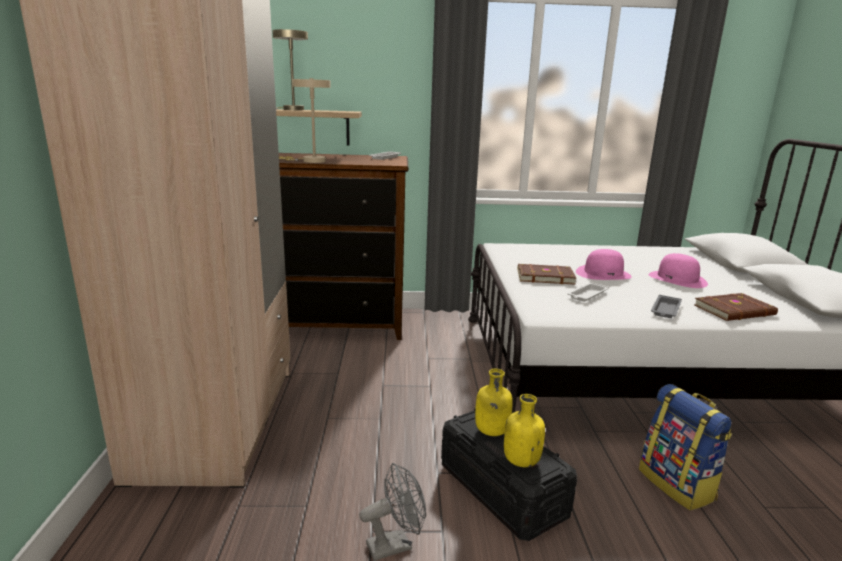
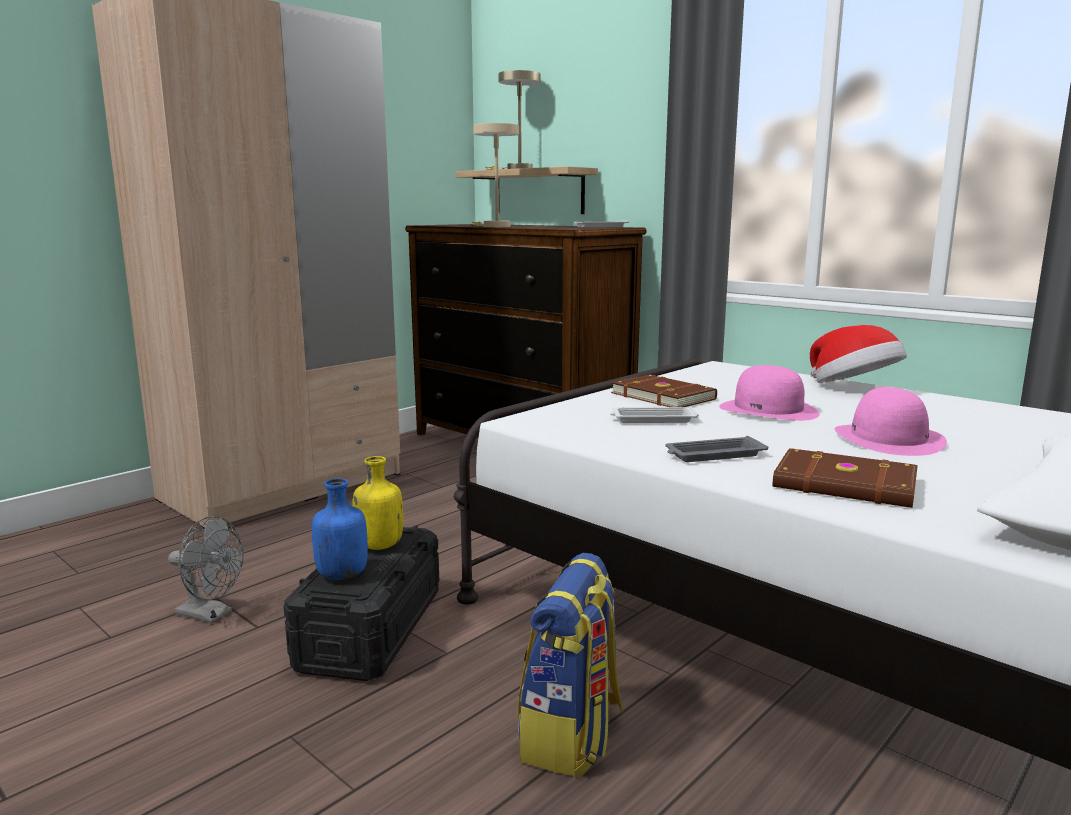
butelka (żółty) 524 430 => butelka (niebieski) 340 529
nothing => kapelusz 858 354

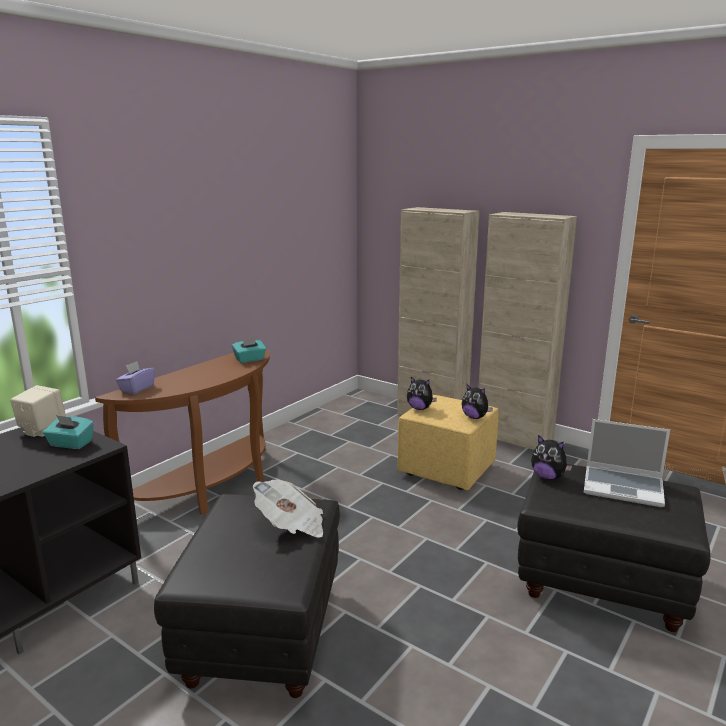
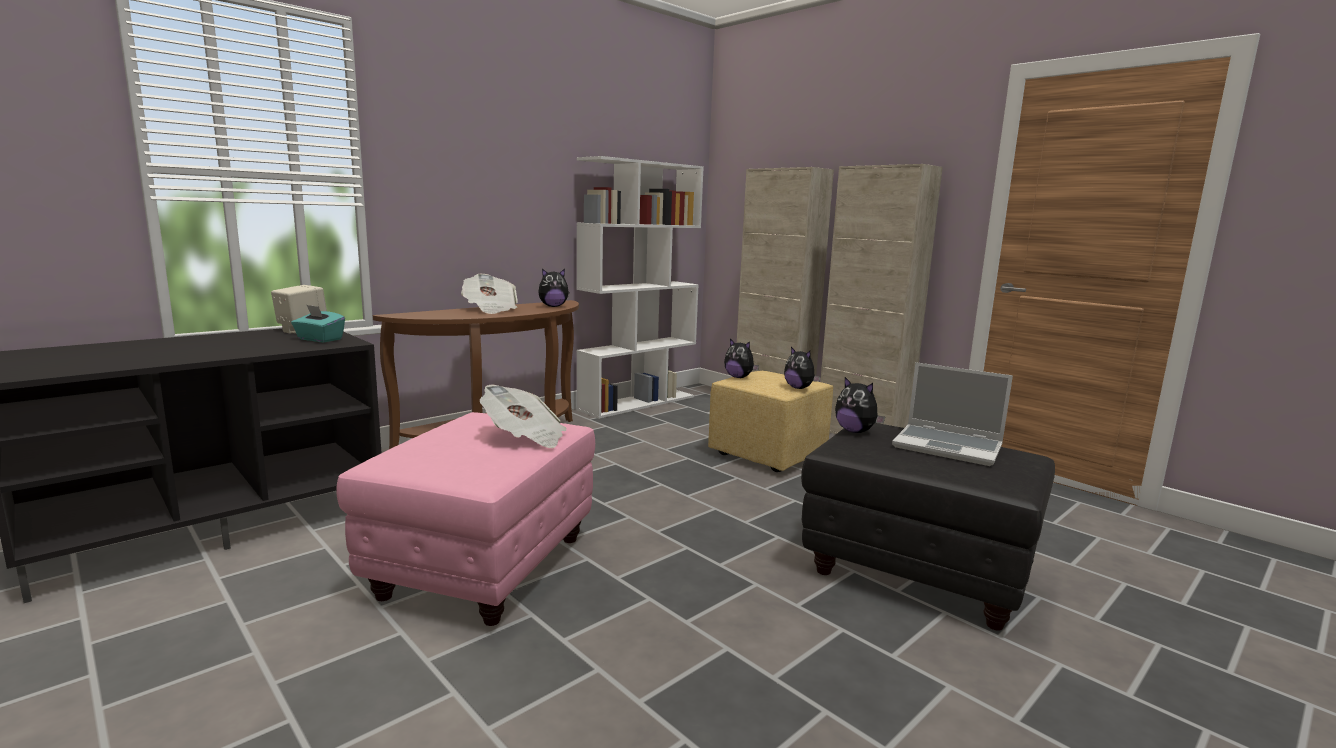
pudełko chusteczek (turkusowy) 249 350 => pluszak 553 288
pudełko chusteczek (fioletowy) 135 377 => nothing
pufa (czarny) 247 596 => pufa (różowy) 465 519
nothing => regał (biały) 640 287
nothing => gazeta 489 294

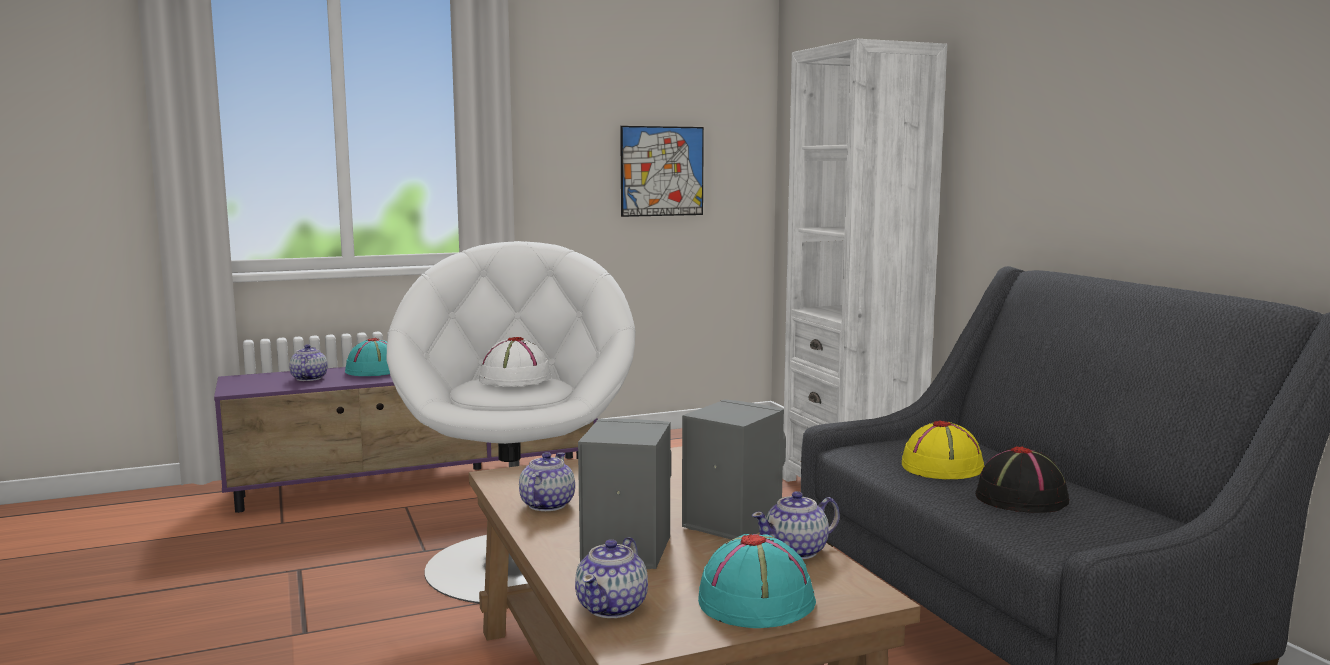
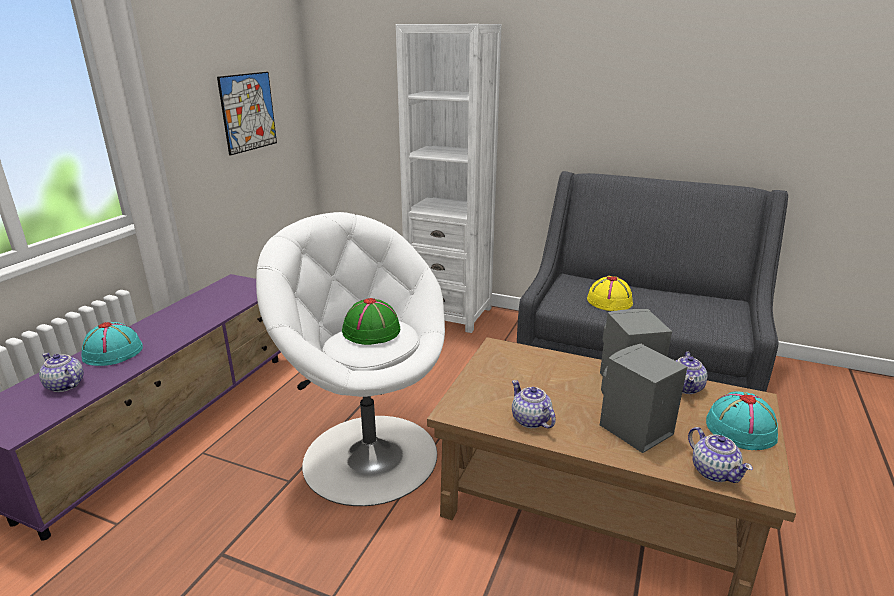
kapelusz (biały) 515 362 => kapelusz (zielony) 371 321
kapelusz (czarny) 1022 479 => nothing

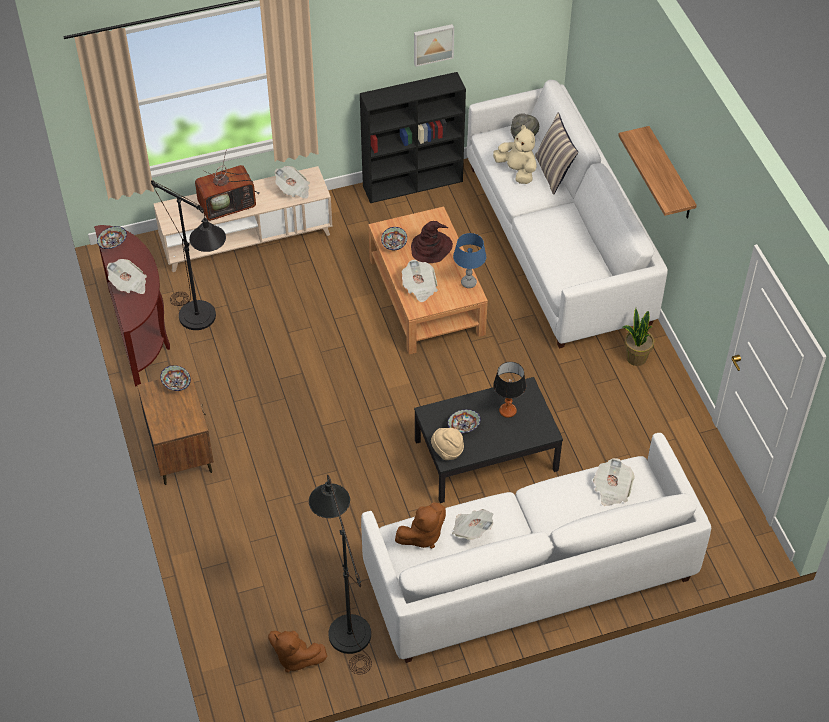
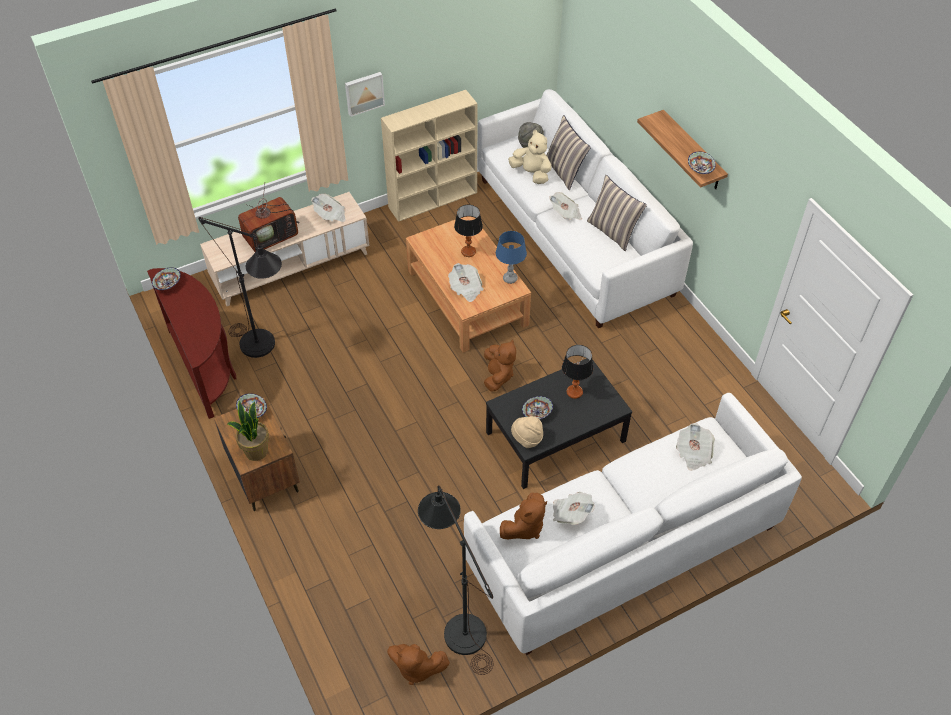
obraz 434 45 => obraz 365 94, move
regał (czarny) 413 137 => regał (beżowy) 429 156
kapelusz (brązowy) 432 242 => lampa stołowa 468 231
miska 394 238 => miska 702 162, move
gazeta 127 276 => gazeta 565 206, move
roślina doniczkowa 638 337 => roślina doniczkowa 248 430, move
nothing => poduszka 617 213
nothing => pluszak (brązowy) 500 365

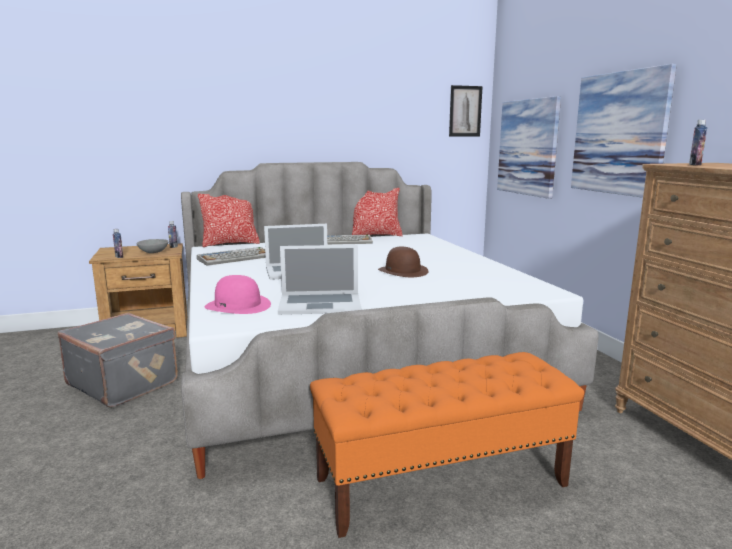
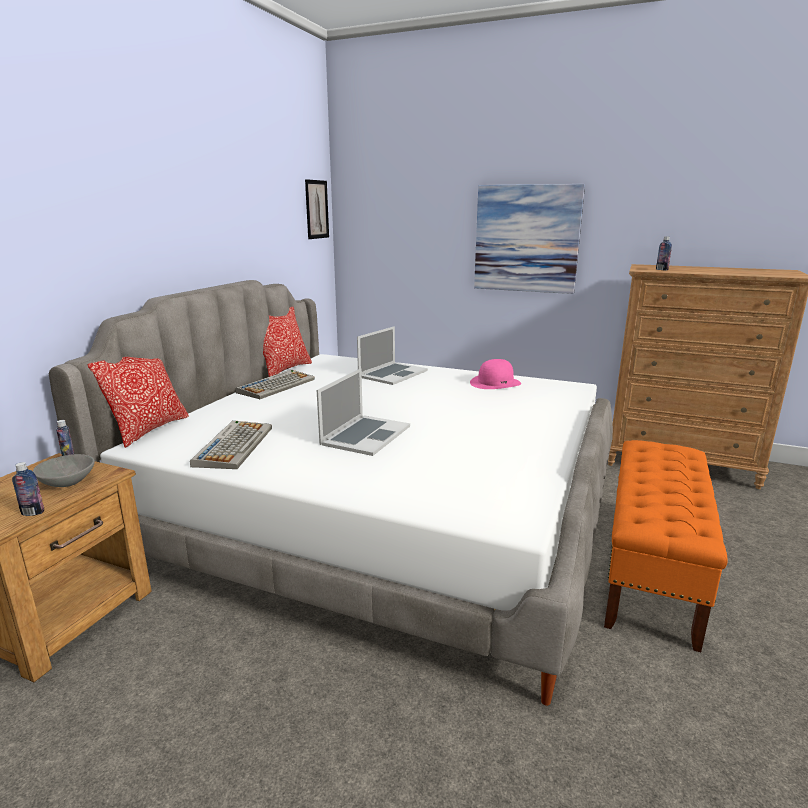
obraz 529 147 => nothing
laptop 319 280 => laptop 392 355, move
kapelusz (brązowy) 403 262 => nothing
kapelusz (różowy) 238 294 => kapelusz (różowy) 495 374, move
walizka (szary) 118 360 => nothing

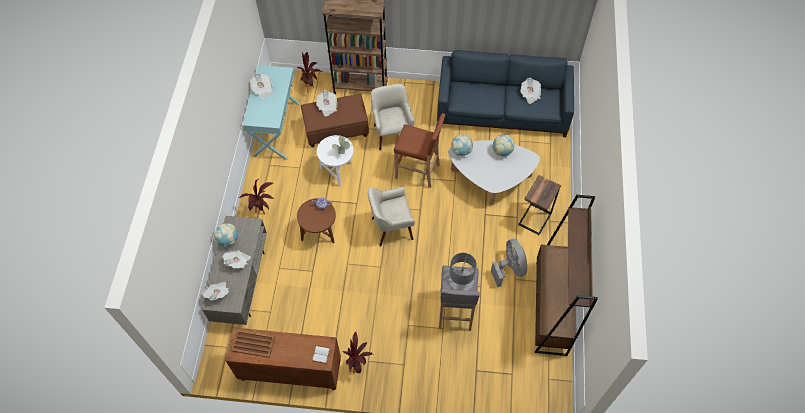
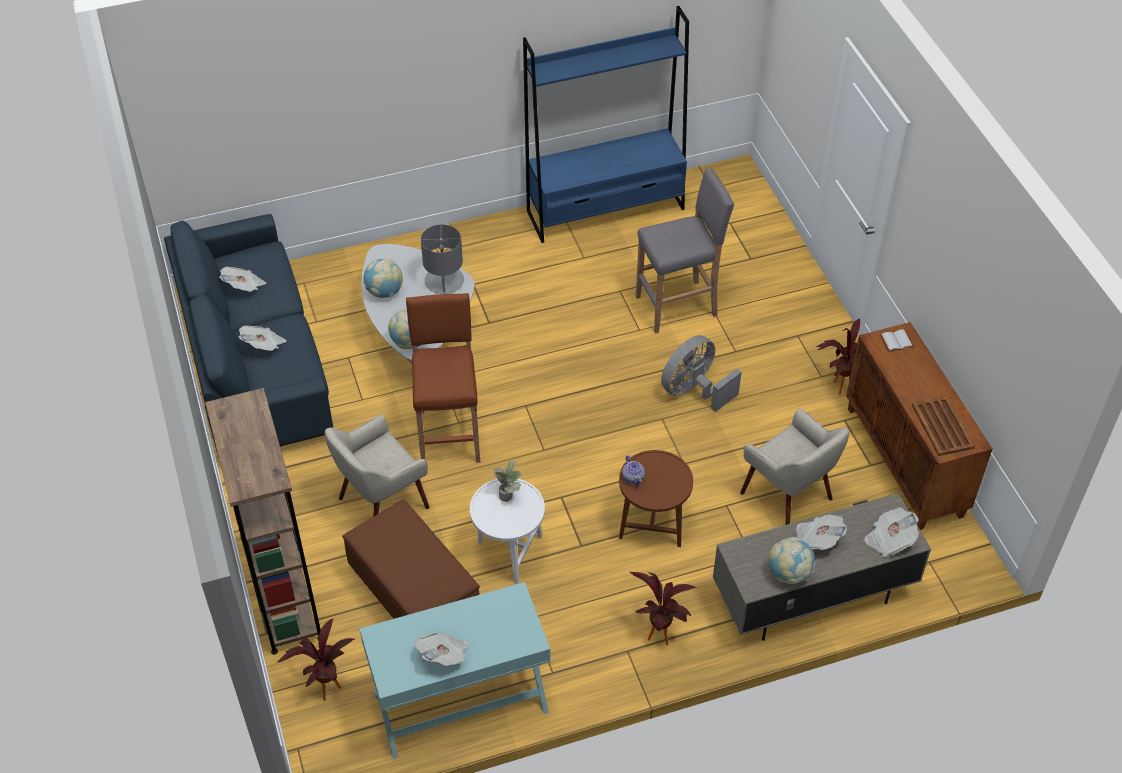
gazeta 326 103 => gazeta 262 338, move
stolik 539 205 => nothing
fotel (beżowy) 391 216 => fotel (beżowy) 794 466, move
regał (brązowy) 566 275 => regał (niebieski) 606 124
wentylator (szary) 509 263 => wentylator (szary) 701 373, move
lampa stołowa (szary) 462 272 => lampa stołowa (szary) 442 259, move

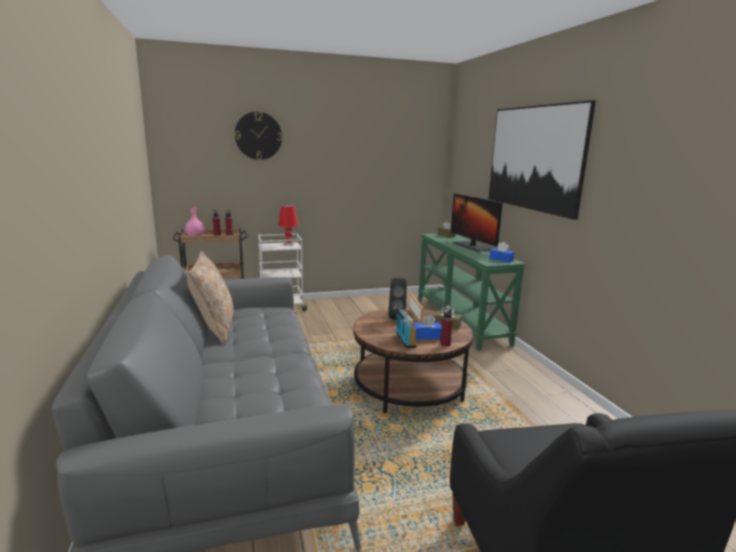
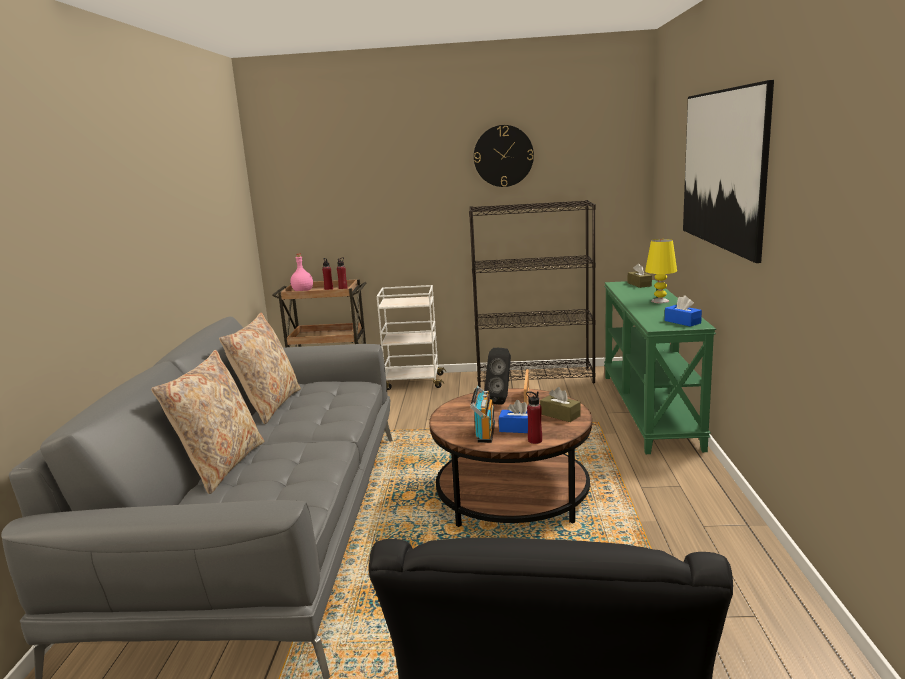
zegar ścienny 258 136 => zegar ścienny 504 156, move
monitor 477 223 => lampa stołowa (żółty) 661 271
lampa stołowa (czerwony) 288 225 => nothing
nothing => regał (czarny) 532 294
nothing => poduszka (beżowy) 208 422

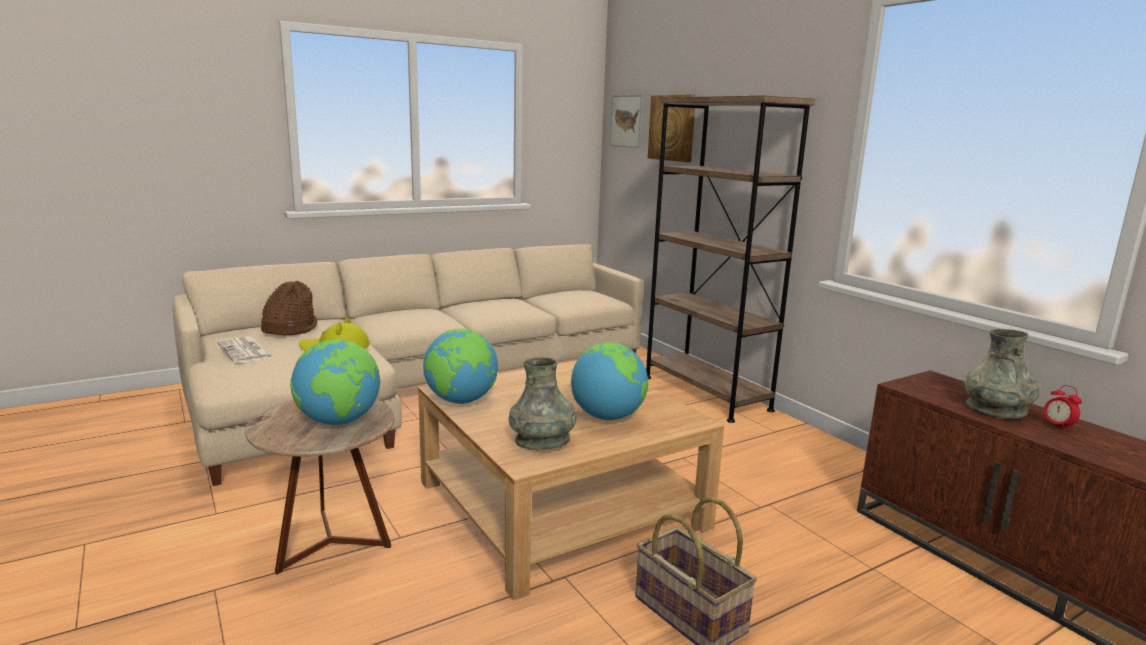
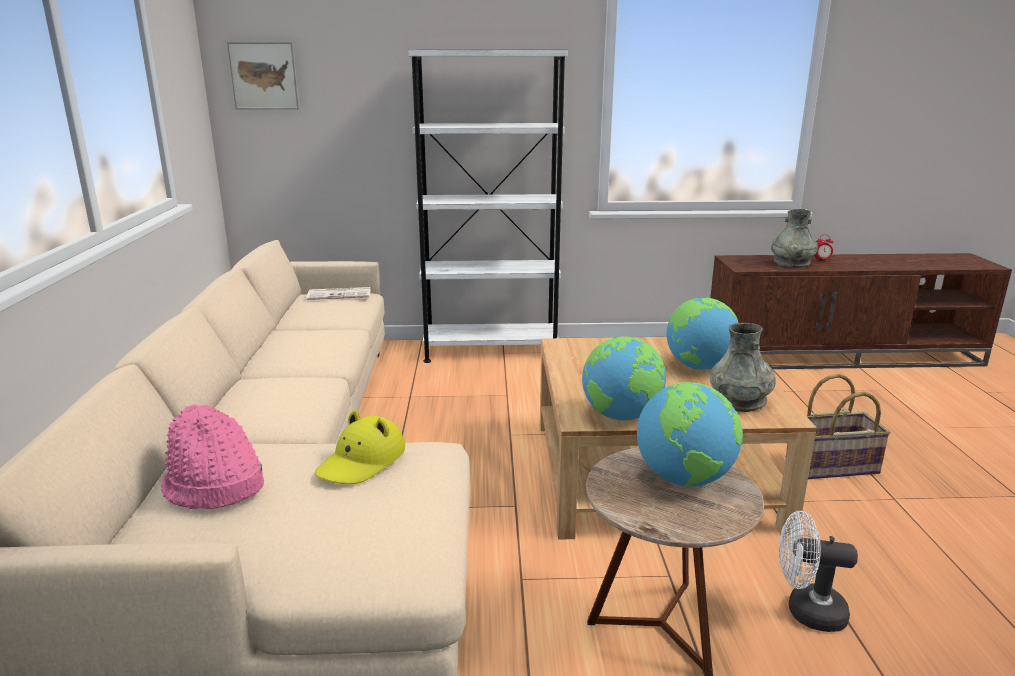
obraz 672 128 => nothing
regał (brązowy) 730 259 => regał (biały) 488 206
kapelusz (brązowy) 289 308 => kapelusz (różowy) 212 456
gazeta 246 349 => gazeta 338 293, move
nothing => wentylator (biały) 818 571

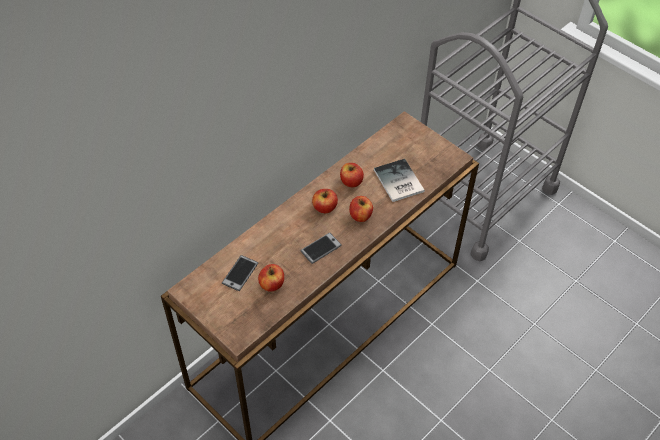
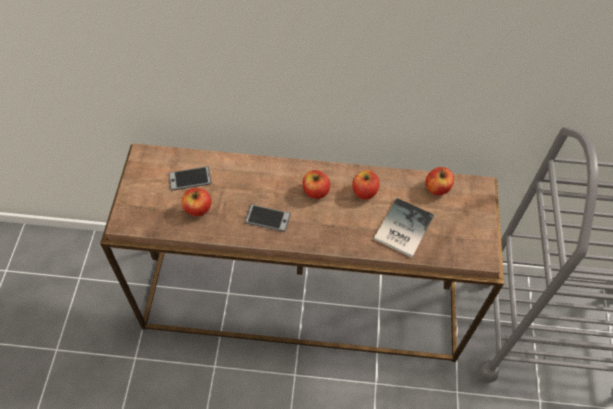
jabłko 361 209 => jabłko 440 181, move

